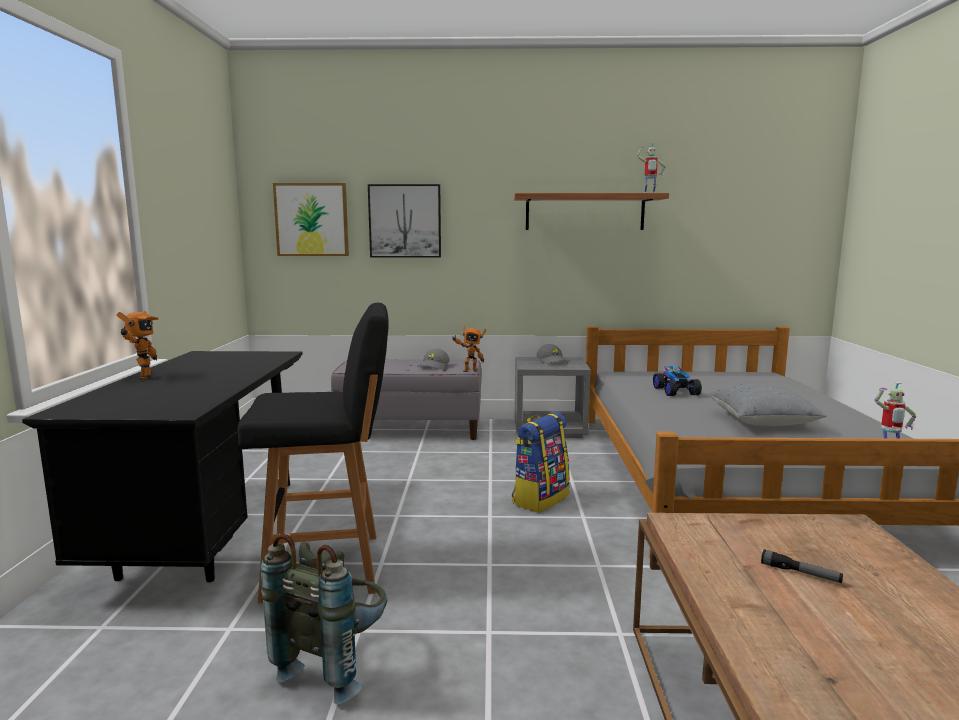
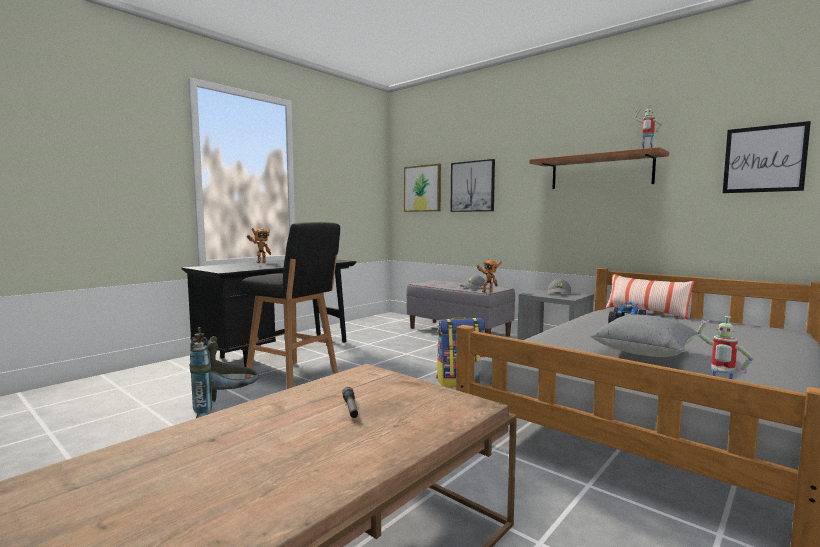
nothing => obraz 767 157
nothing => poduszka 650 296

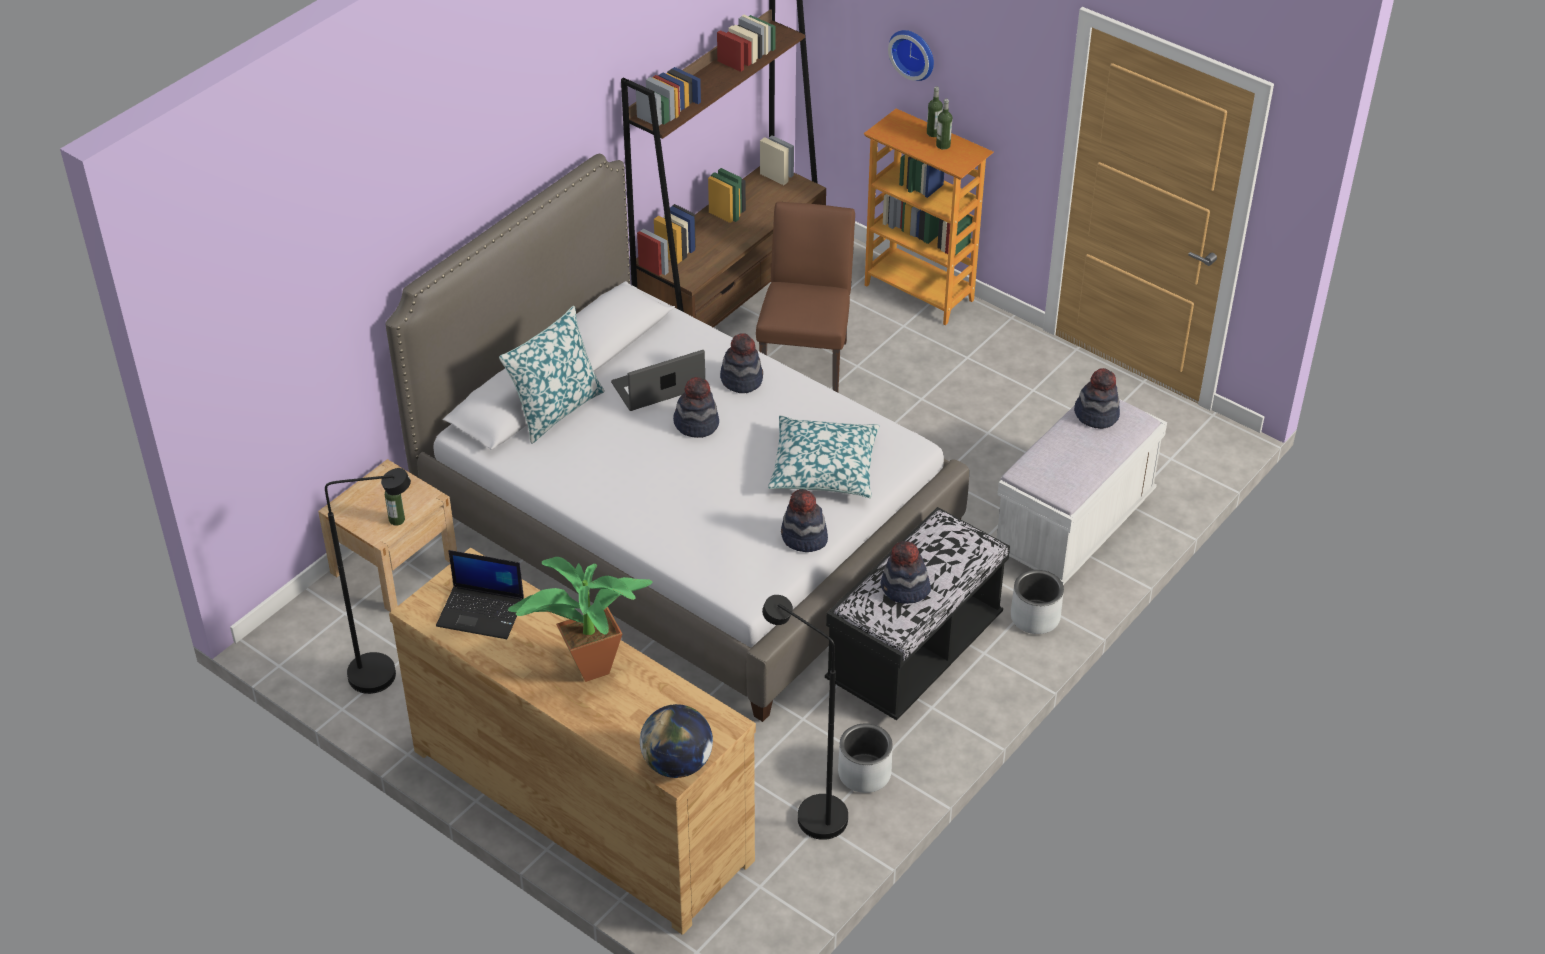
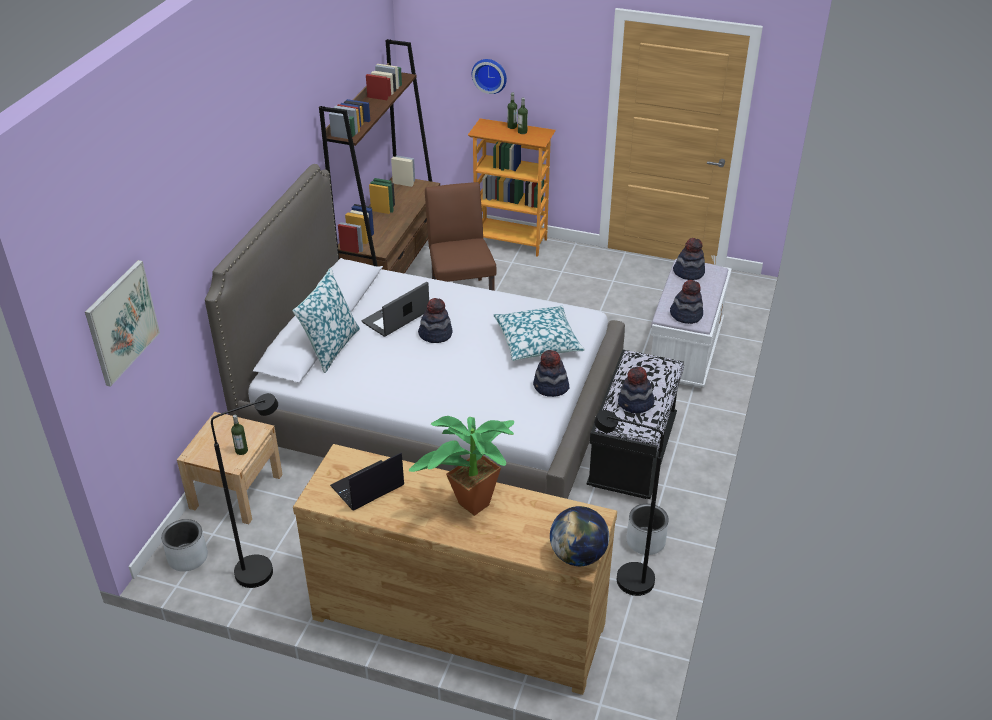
kapelusz 741 363 => kapelusz 686 302, move
laptop 480 594 => laptop 367 481, 150 degrees clockwise
donica (szary) 1037 602 => donica (szary) 184 545, move
nothing => obraz 122 323

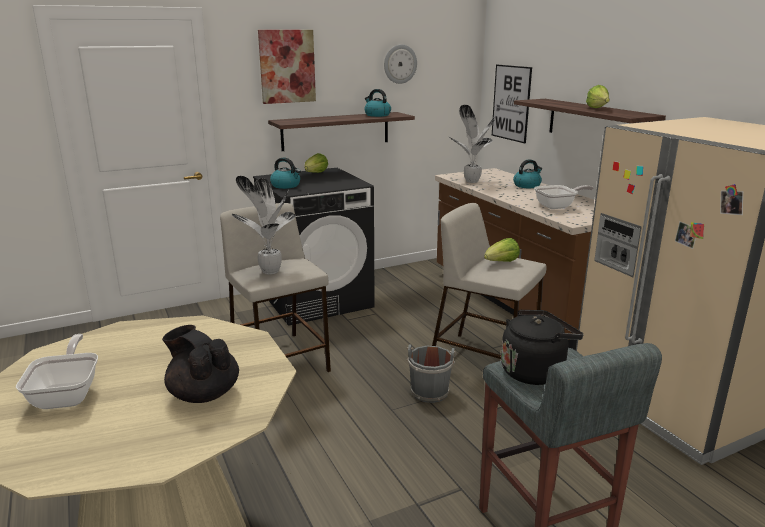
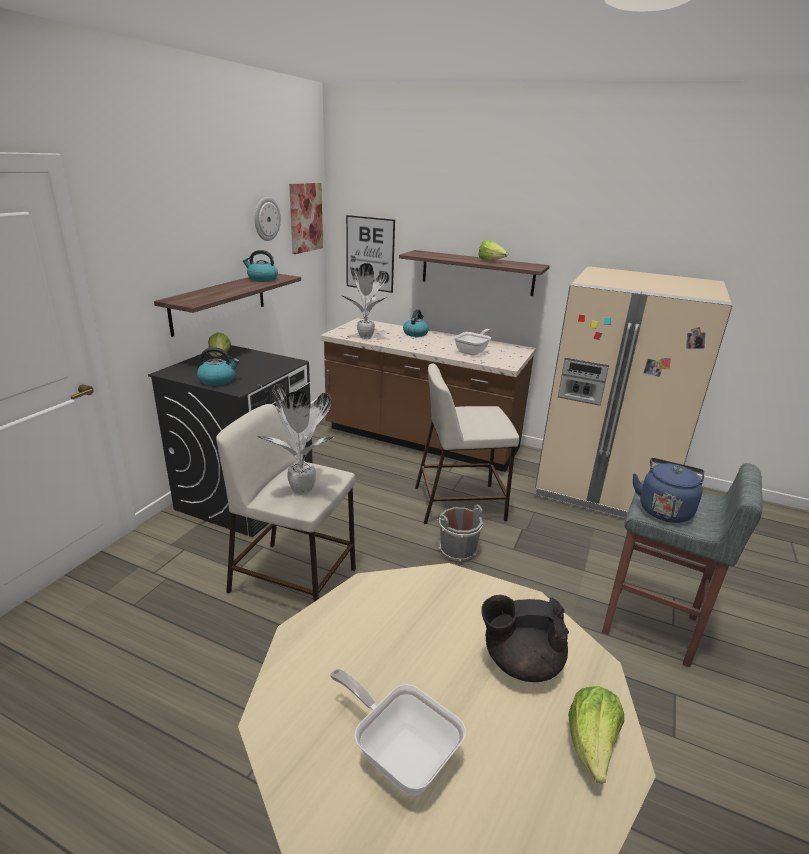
obraz 287 67 => obraz 306 218, move
sałata 502 250 => sałata 596 735, move
czajnik (czarny) 542 347 => czajnik (niebieski) 668 490

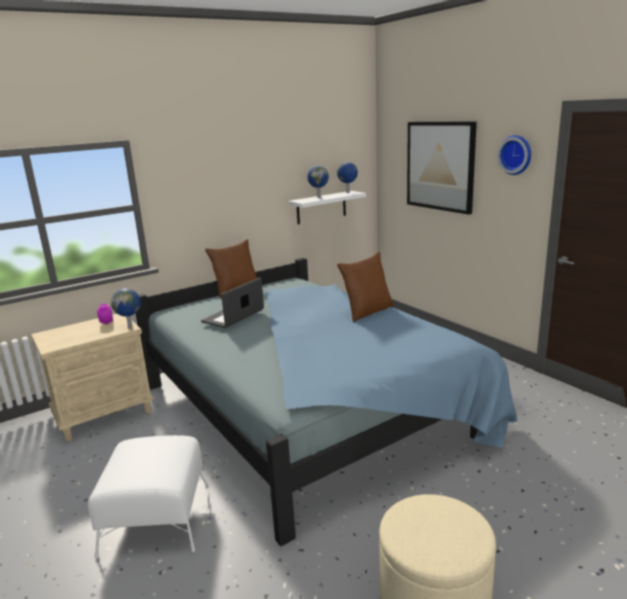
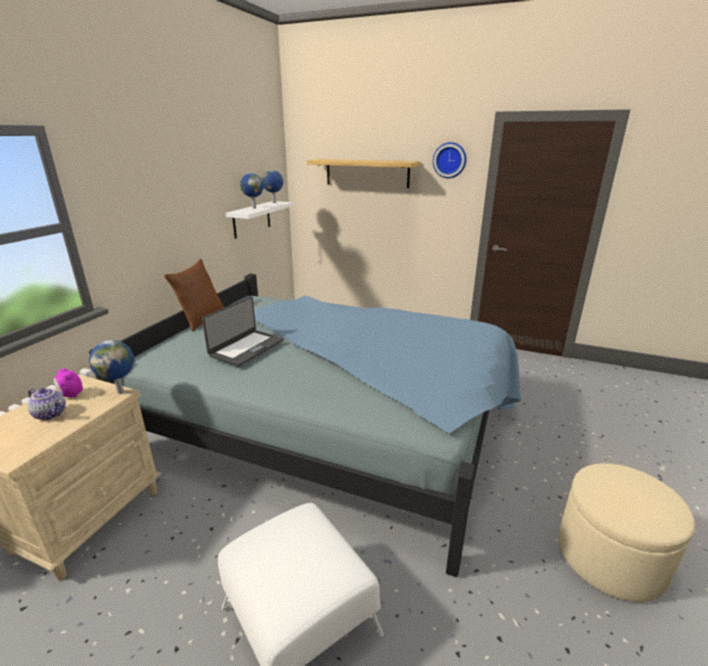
obraz 442 168 => półka 363 173
poduszka (brązowy) 365 287 => nothing
laptop 232 303 => laptop 243 332, 150 degrees counterclockwise
nothing => imbryk 46 404

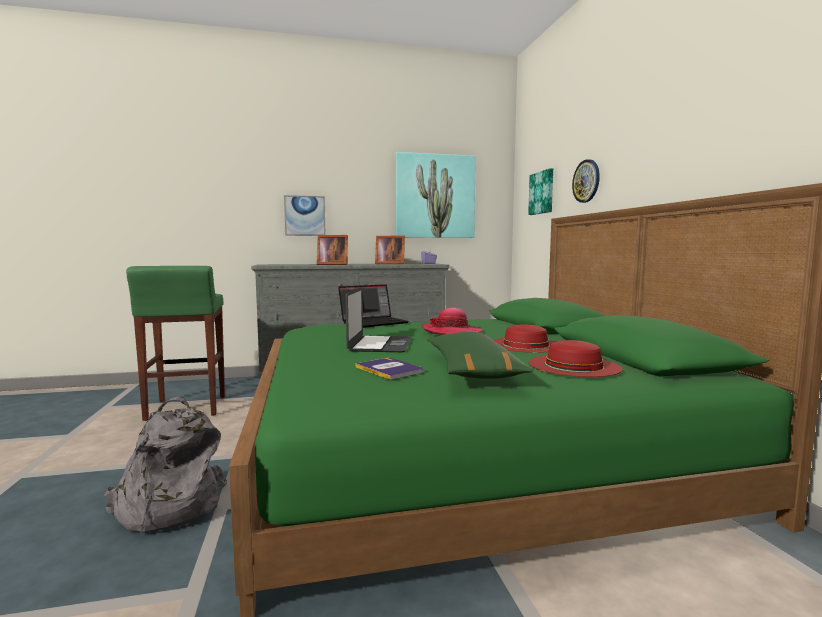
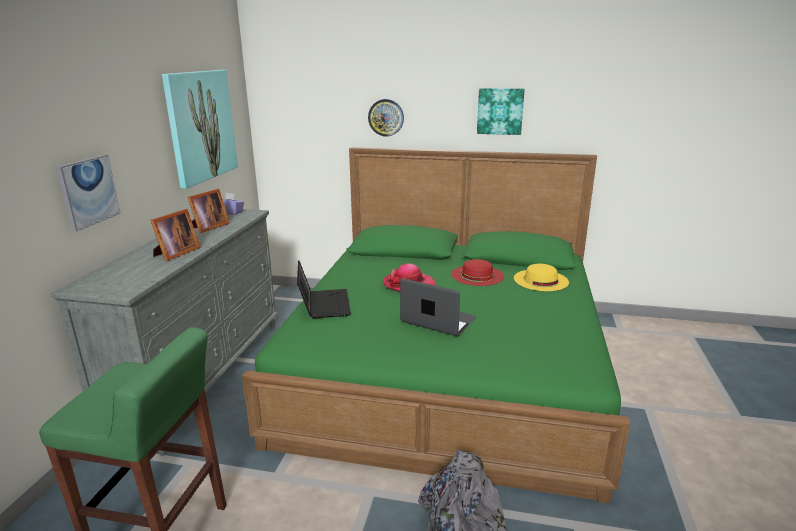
obraz 540 191 => obraz 501 111, move
poduszka (zielony) 480 355 => nothing
kapelusz (czerwony) 575 358 => kapelusz (żółty) 541 277
książka 389 369 => nothing

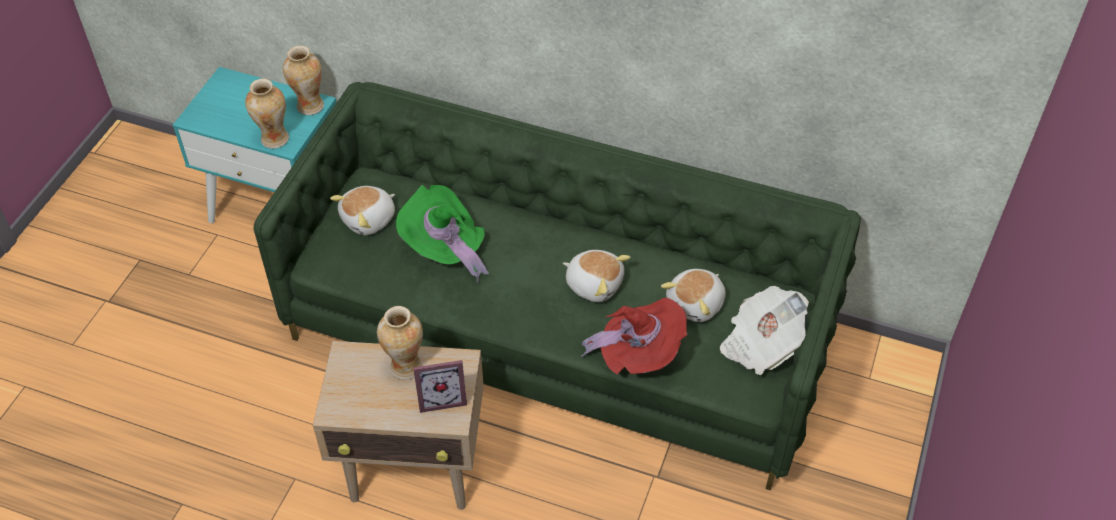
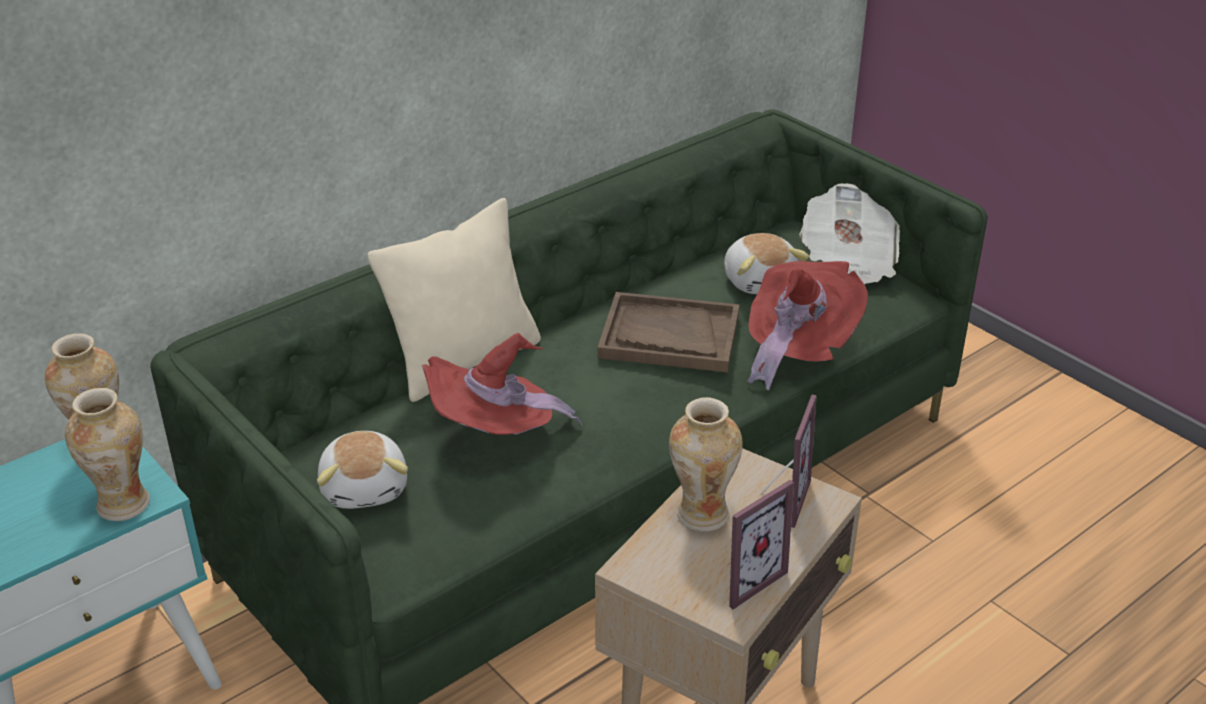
kapelusz (zielony) 442 234 => kapelusz (czerwony) 502 384
pluszak 596 276 => taca (brązowy) 668 332
nothing => poduszka (beżowy) 454 300
nothing => ramka na zdjęcie 760 544

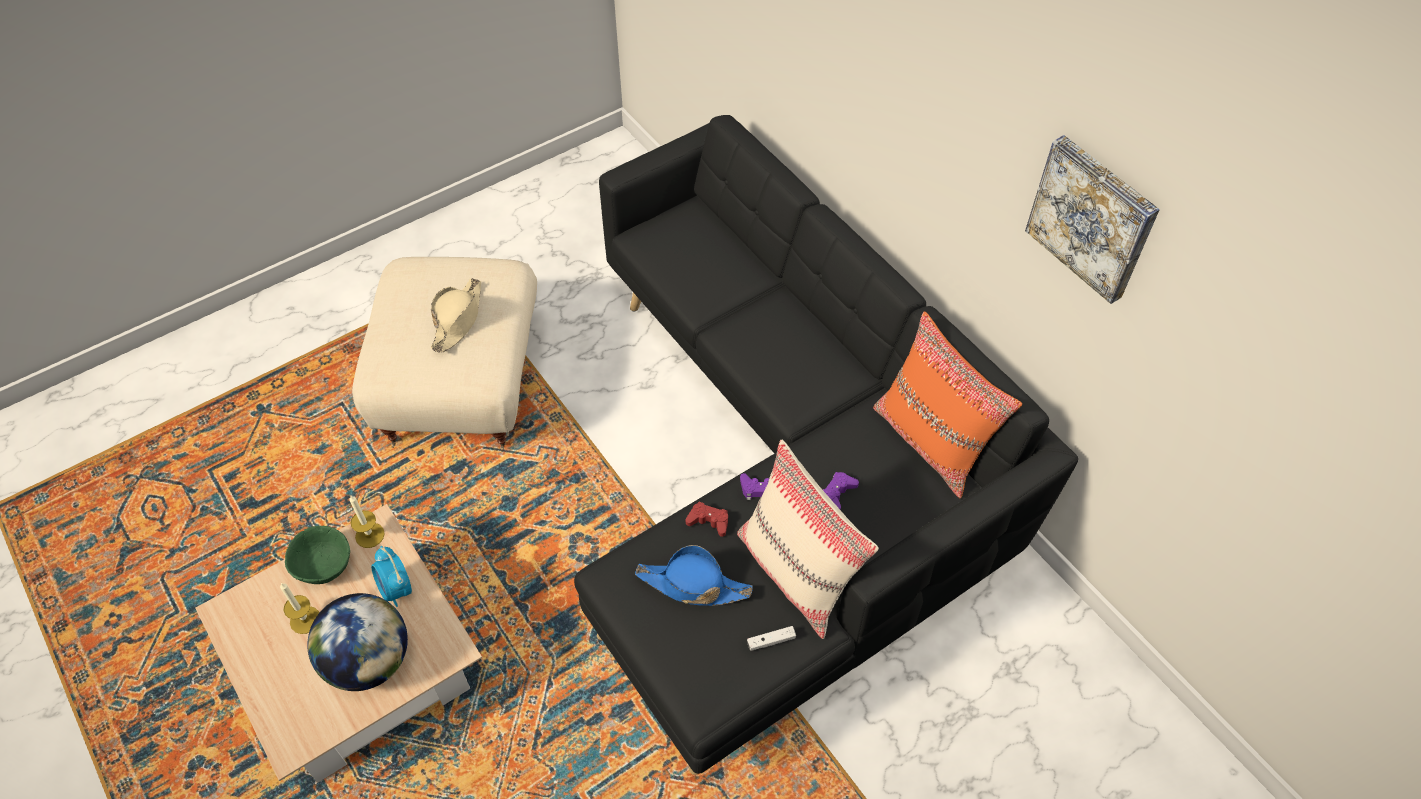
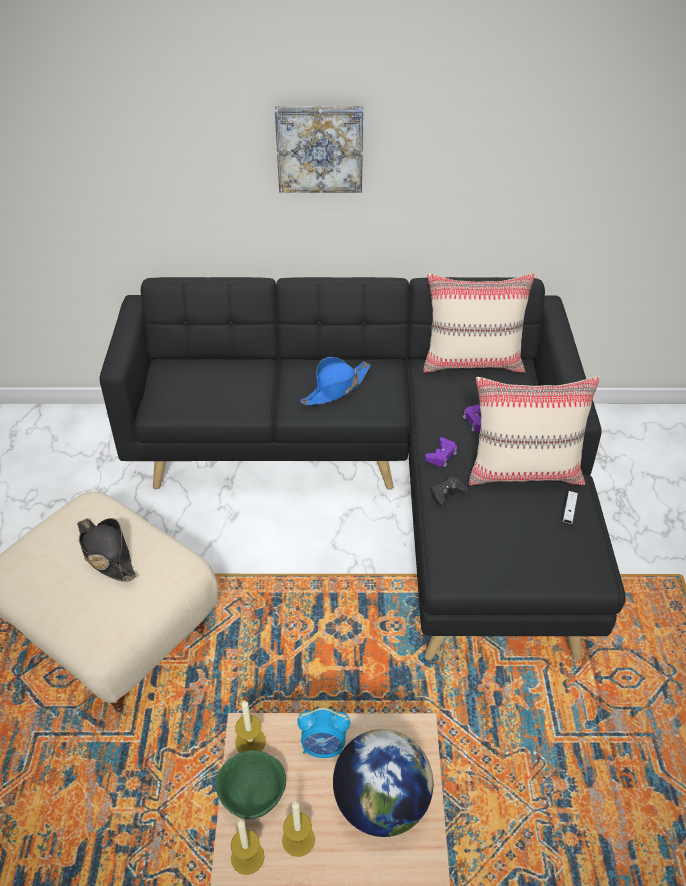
obraz 1092 219 => obraz 319 149, move
kapelusz (beżowy) 456 315 => kapelusz (czarny) 106 550
poduszka (pomarańczowy) 947 404 => poduszka (beżowy) 479 323
pad do gier (czerwony) 707 519 => pad do gier (czarny) 449 492
kapelusz (niebieski) 694 575 => kapelusz (niebieski) 335 381, move
nothing => świeca 247 847

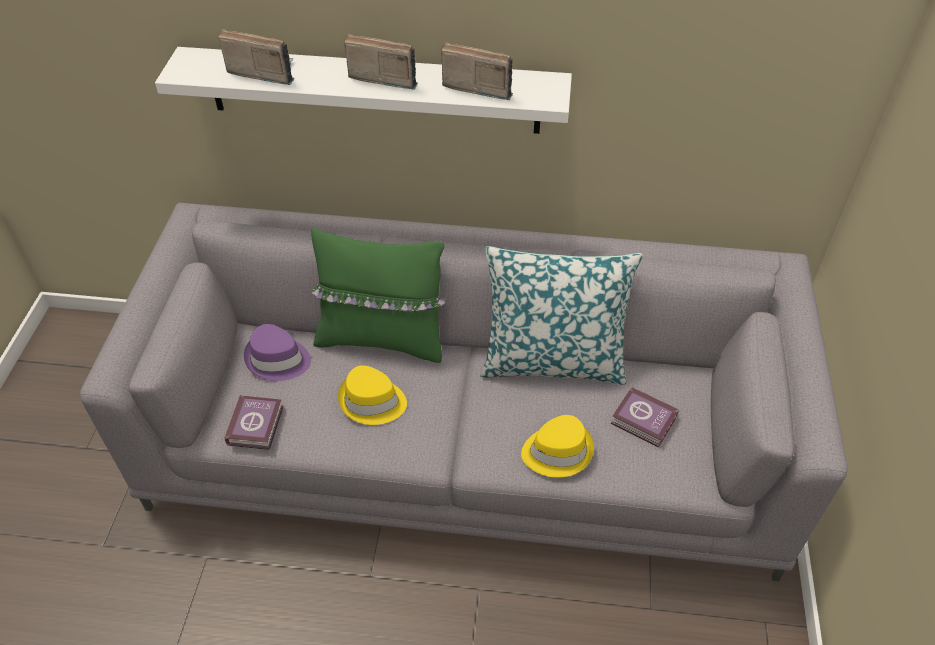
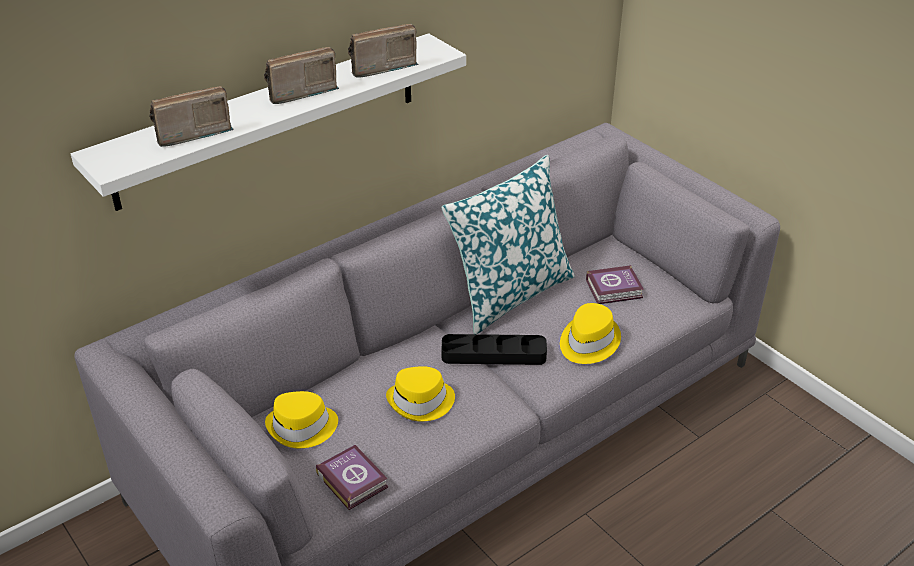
poduszka (zielony) 378 295 => nothing
kapelusz (fioletowy) 277 352 => kapelusz (żółty) 301 419
nothing => taca (czarny) 494 349

